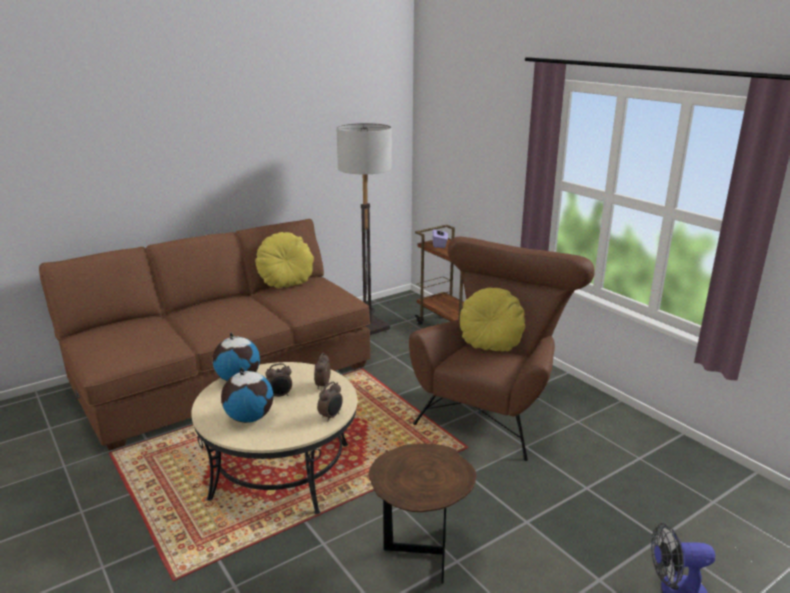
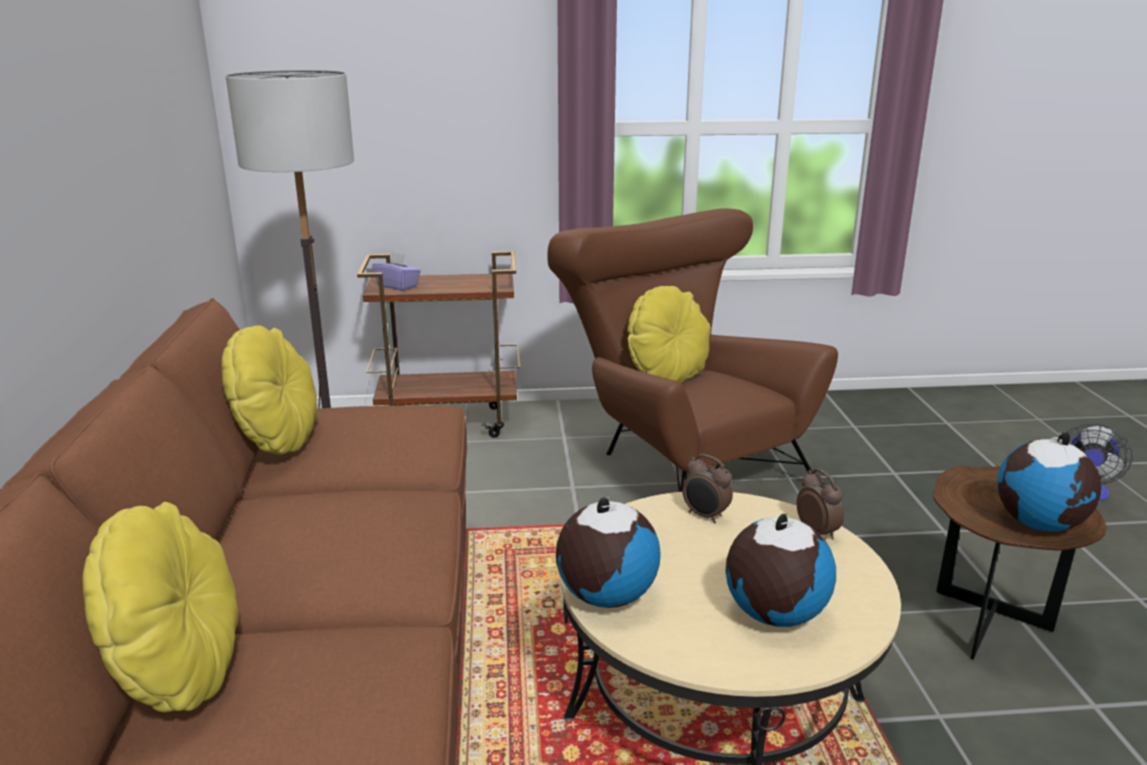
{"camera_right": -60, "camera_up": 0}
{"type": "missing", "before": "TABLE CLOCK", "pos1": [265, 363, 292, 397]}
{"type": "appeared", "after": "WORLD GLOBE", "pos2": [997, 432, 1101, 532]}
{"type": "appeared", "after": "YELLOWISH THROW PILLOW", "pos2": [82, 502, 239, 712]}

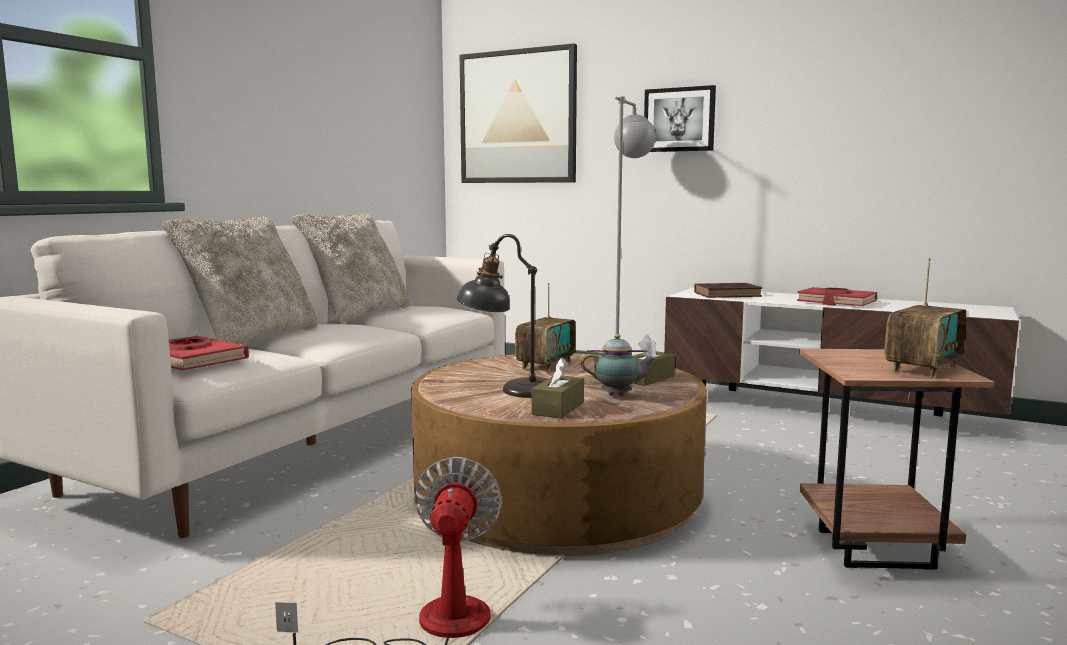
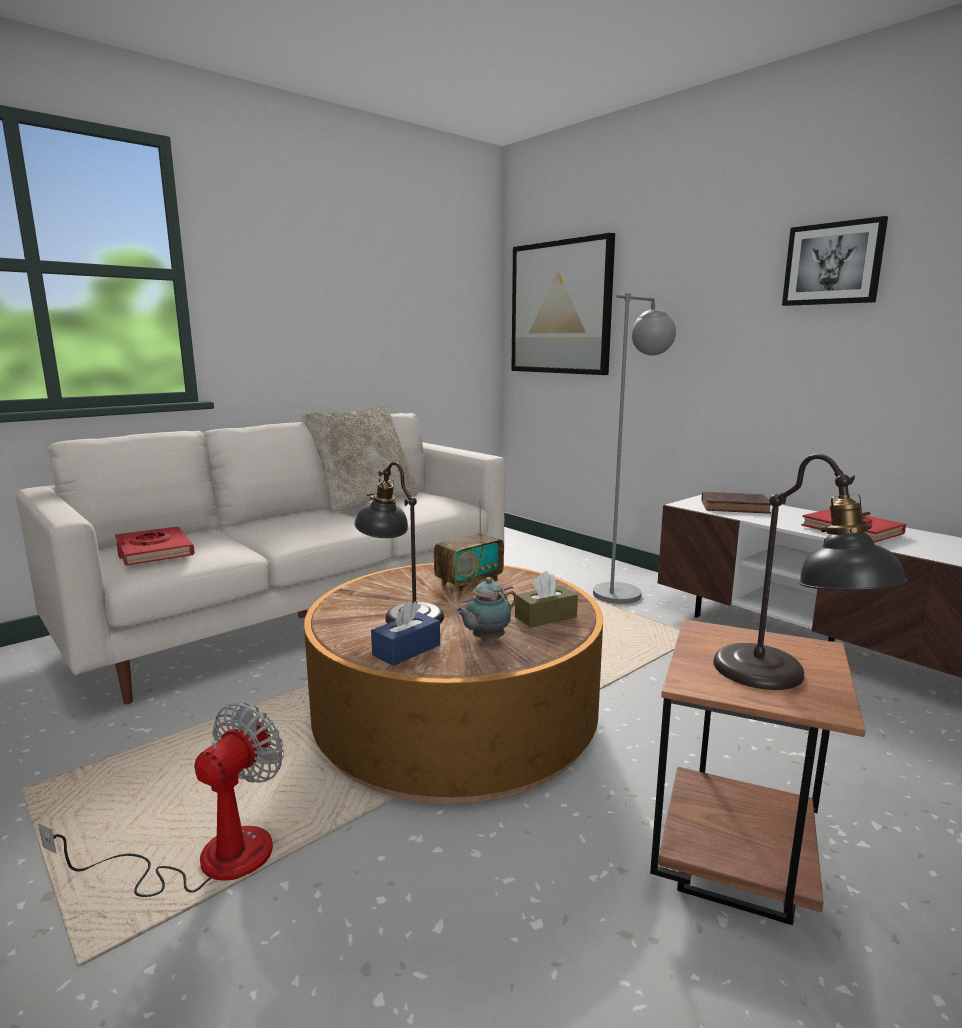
{"camera_right": 20, "camera_up": 5}
{"type": "relocated", "before": "WALL PICTURE", "pos1": [644, 85, 716, 152], "pos2": [782, 216, 888, 306]}
{"type": "missing", "before": "BEIGE-COLOURED THROW PILLOW", "pos1": [162, 216, 318, 344]}
{"type": "exchanged", "before": "RADIO", "after": "GREY LAMP FOR A TABLE", "pos1": [885, 258, 966, 378], "pos2": [713, 454, 907, 690]}
{"type": "spun", "before": "POT FOR TEA", "pos1": [581, 334, 656, 396], "pos2": [455, 577, 517, 641], "turn": 120}
{"type": "colour", "before": "BROWNISH TISSUE HOLDER", "after": "BLUE-COLOURED TISSUE HOLDER", "pos1": [532, 358, 584, 419], "pos2": [371, 601, 440, 666]}

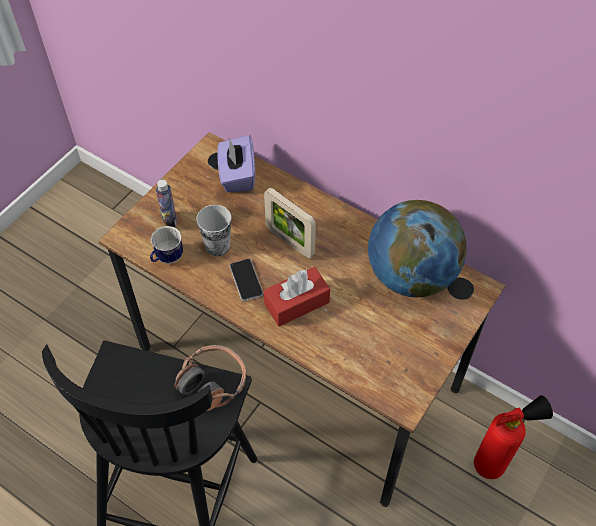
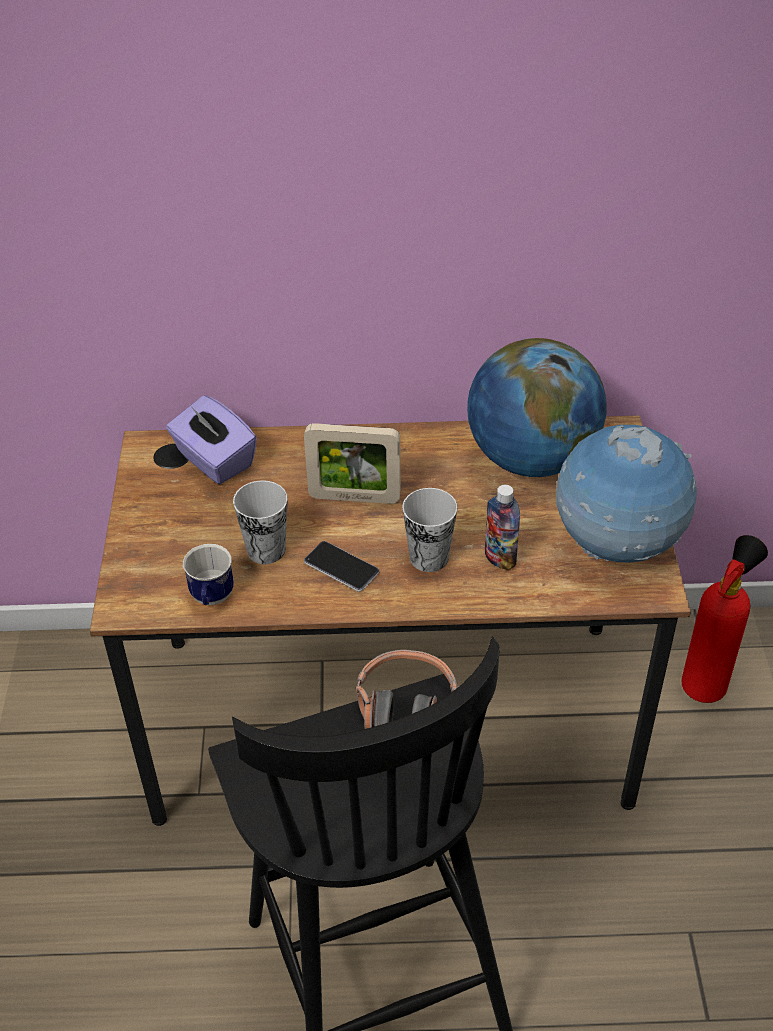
{"camera_right": -35, "camera_up": -10}
{"type": "relocated", "before": "DRINK BOTTLE", "pos1": [156, 180, 177, 228], "pos2": [485, 485, 520, 570]}
{"type": "exchanged", "before": "RED TISSUE HOLDER", "after": "SMALL CUP", "pos1": [264, 267, 330, 326], "pos2": [402, 488, 458, 572]}
{"type": "appeared", "after": "WORLD GLOBE", "pos2": [556, 425, 697, 563]}

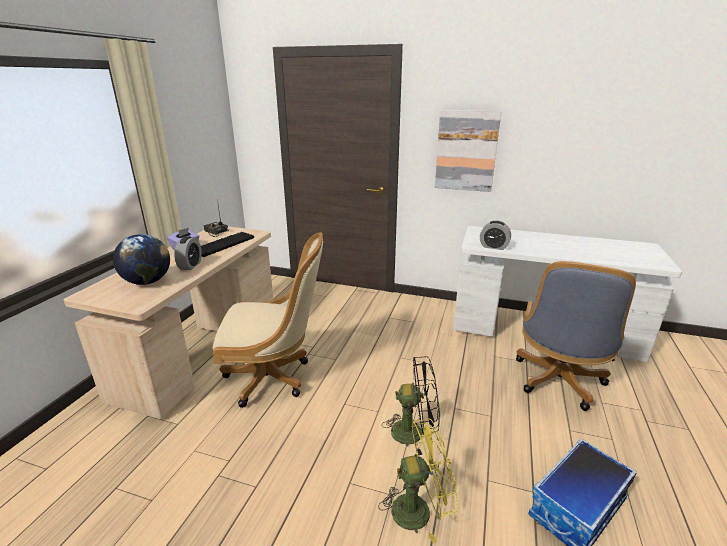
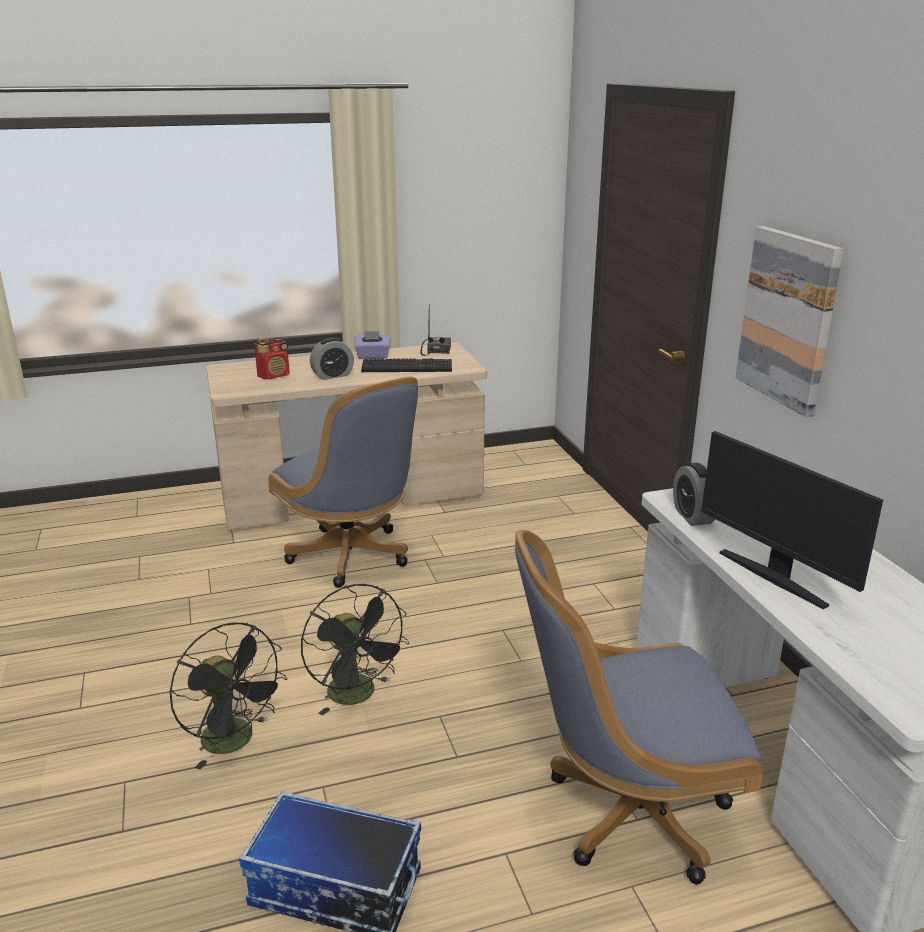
{"camera_right": 55, "camera_up": 0}
{"type": "colour", "before": "BEIGE-COLOURED OFFICE CHAIR", "after": "BLUE-COLOURED OFFICE CHAIR", "pos1": [212, 232, 323, 408], "pos2": [268, 377, 418, 588]}
{"type": "exchanged", "before": "WORLD GLOBE", "after": "RADIO", "pos1": [113, 234, 170, 285], "pos2": [254, 337, 290, 380]}
{"type": "colour", "before": "YELLOWISH ELECTRIC FAN", "after": "BLACK-COLOURED ELECTRIC FAN", "pos1": [378, 418, 459, 543], "pos2": [169, 622, 287, 769]}
{"type": "appeared", "after": "MONITOR", "pos2": [701, 431, 883, 609]}

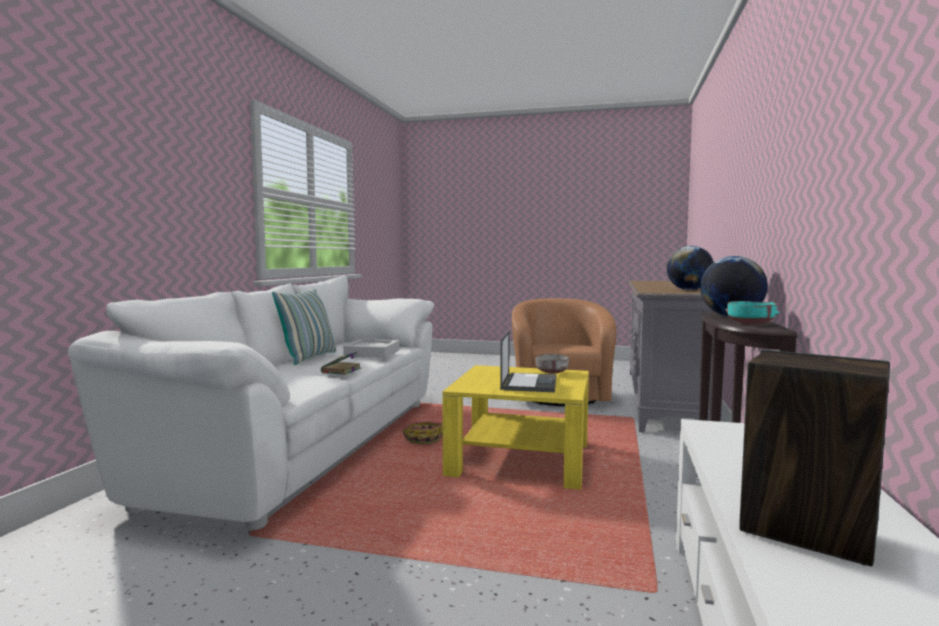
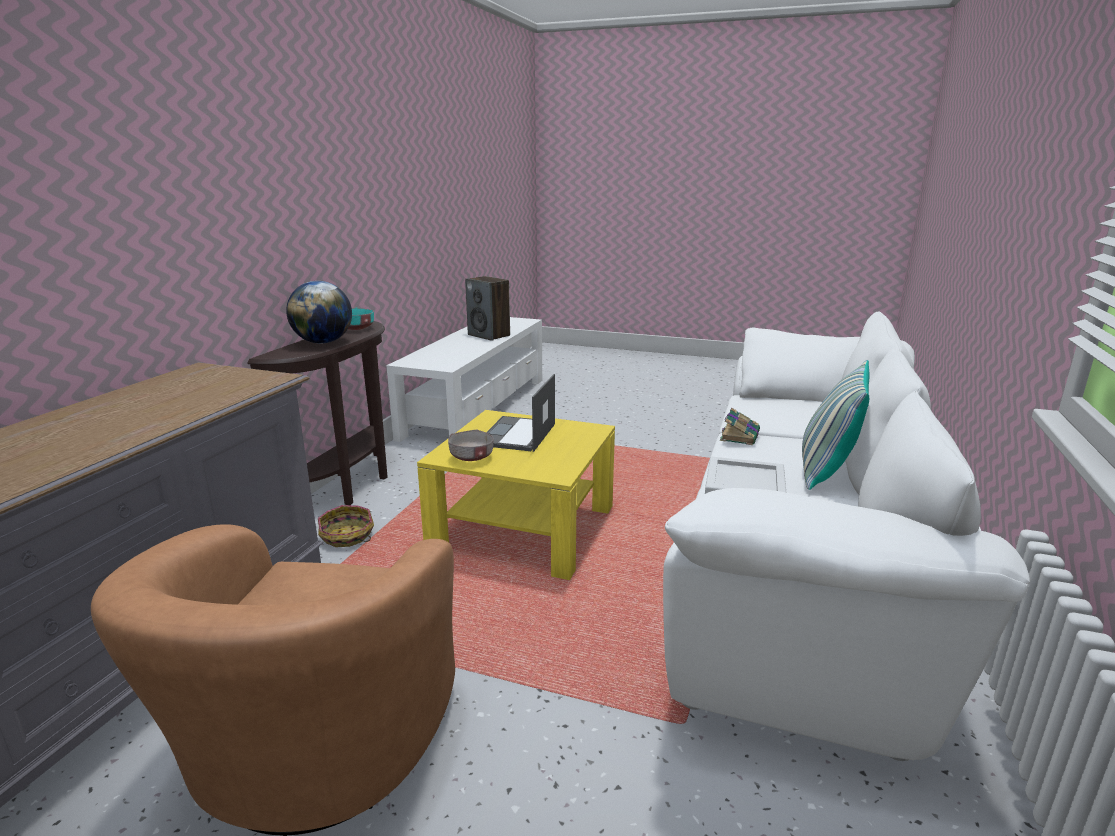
{"camera_right": -175, "camera_up": 15}
{"type": "missing", "before": "WORLD GLOBE", "pos1": [667, 246, 714, 290]}
{"type": "relocated", "before": "STORAGE BASKET", "pos1": [402, 421, 443, 444], "pos2": [318, 505, 374, 547]}

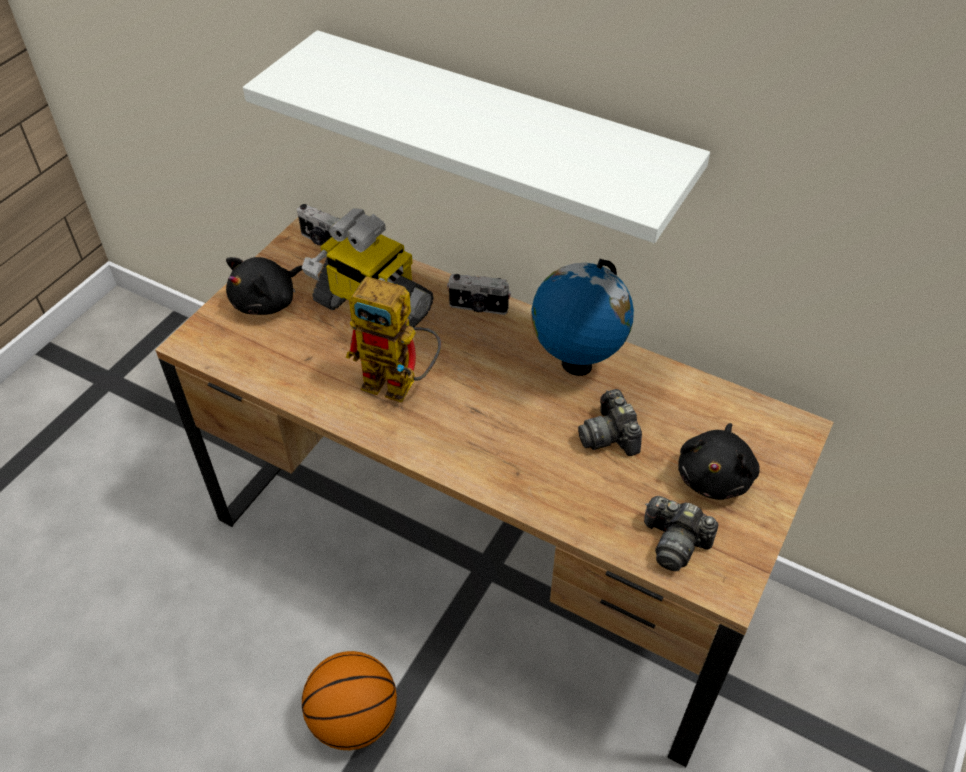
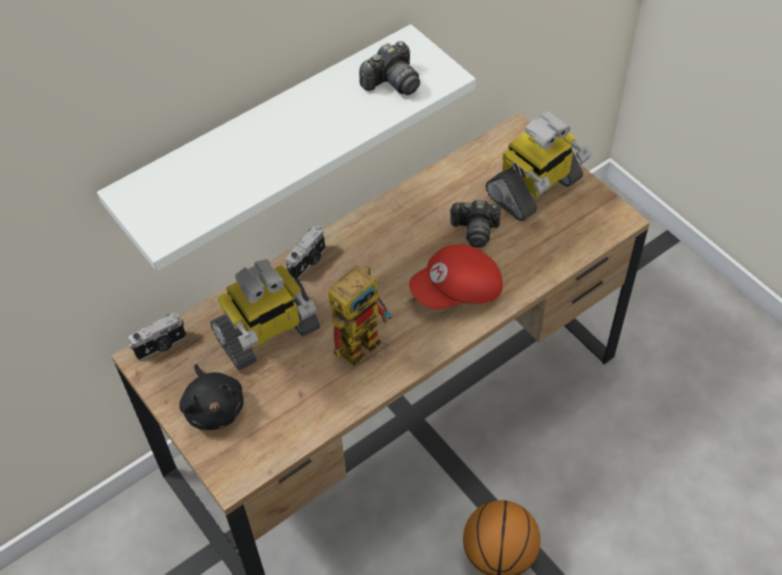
{"camera_right": -65, "camera_up": 5}
{"type": "missing", "before": "WORLD GLOBE", "pos1": [531, 259, 634, 376]}
{"type": "exchanged", "before": "BLACK-COLOURED CUDDLY TOY", "after": "TOY ROBOT", "pos1": [678, 423, 760, 500], "pos2": [485, 111, 592, 221]}
{"type": "relocated", "before": "STILL CAMERA", "pos1": [644, 496, 718, 571], "pos2": [359, 41, 420, 95]}
{"type": "appeared", "after": "RED PEAKED CAP", "pos2": [409, 244, 503, 309]}

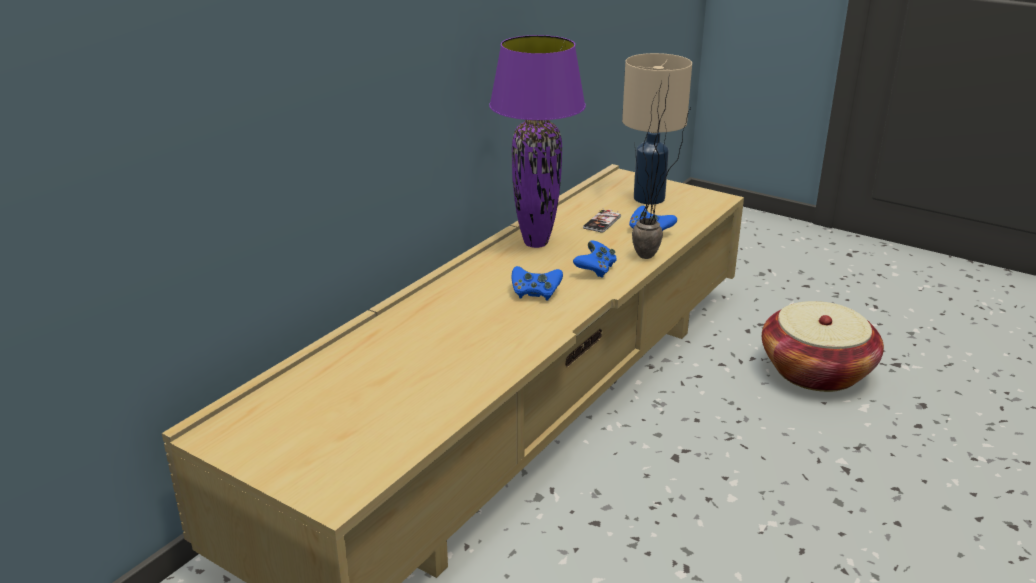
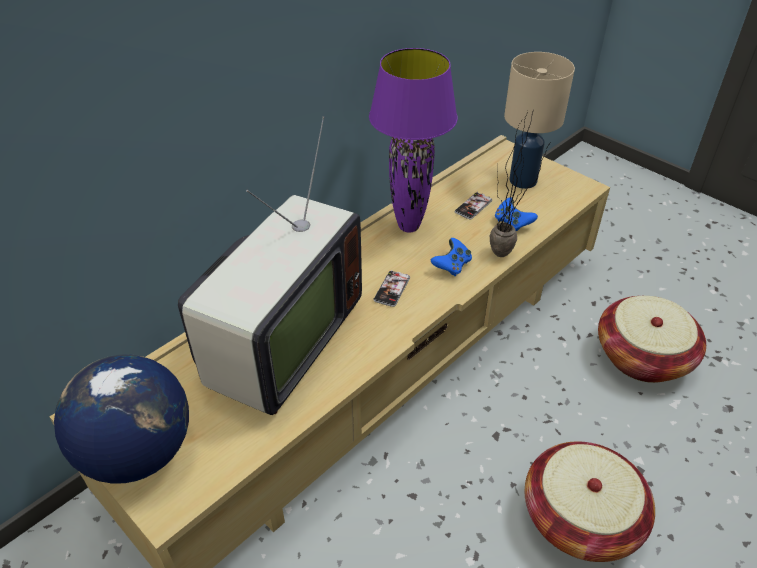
{"camera_right": 10, "camera_up": 15}
{"type": "exchanged", "before": "BLUE-COLOURED GAME CONTROLLER", "after": "TELEPHONE", "pos1": [512, 266, 563, 301], "pos2": [373, 270, 410, 307]}
{"type": "appeared", "after": "TV", "pos2": [178, 116, 362, 415]}
{"type": "appeared", "after": "WORLD GLOBE", "pos2": [54, 354, 189, 483]}
{"type": "appeared", "after": "STORAGE BASKET", "pos2": [525, 441, 655, 562]}

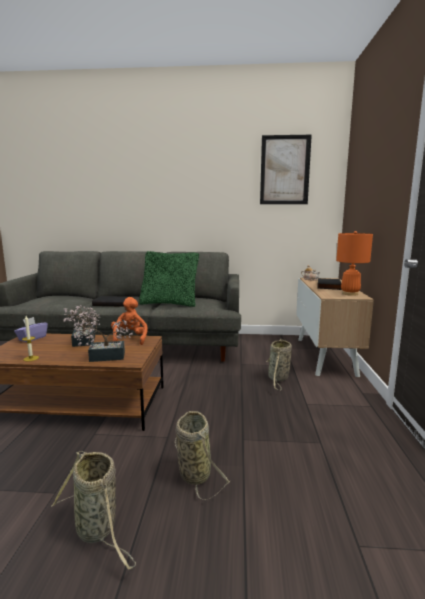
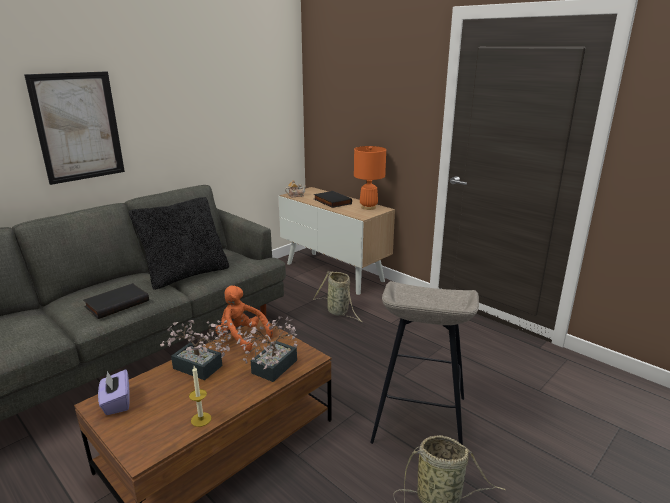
{"camera_right": -50, "camera_up": 10}
{"type": "relocated", "before": "WALL PICTURE", "pos1": [260, 135, 312, 204], "pos2": [24, 71, 125, 185]}
{"type": "colour", "before": "GREEN THROW PILLOW", "after": "BLACK-COLOURED THROW PILLOW", "pos1": [139, 251, 199, 307], "pos2": [129, 197, 229, 290]}
{"type": "exchanged", "before": "STORAGE BASKET", "after": "GREY SITTING STOOL", "pos1": [175, 411, 231, 501], "pos2": [370, 281, 479, 445]}

